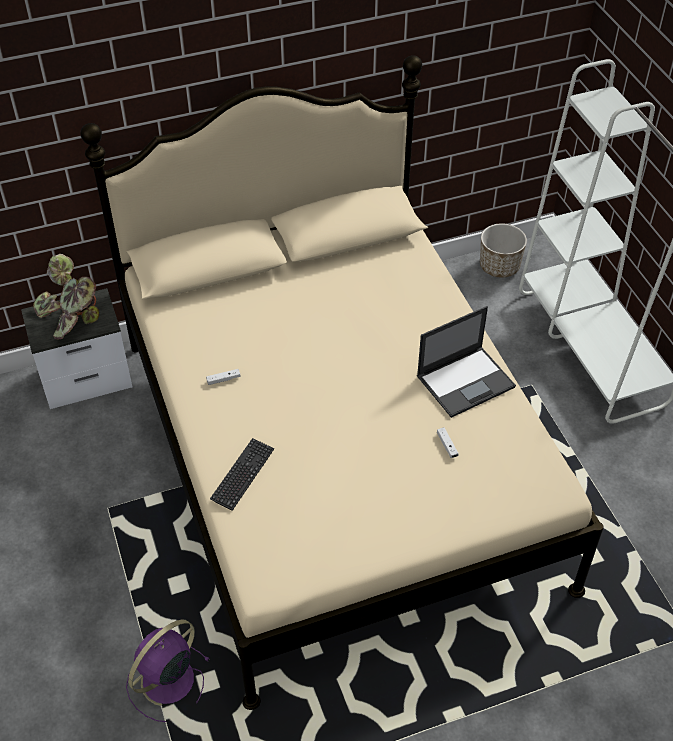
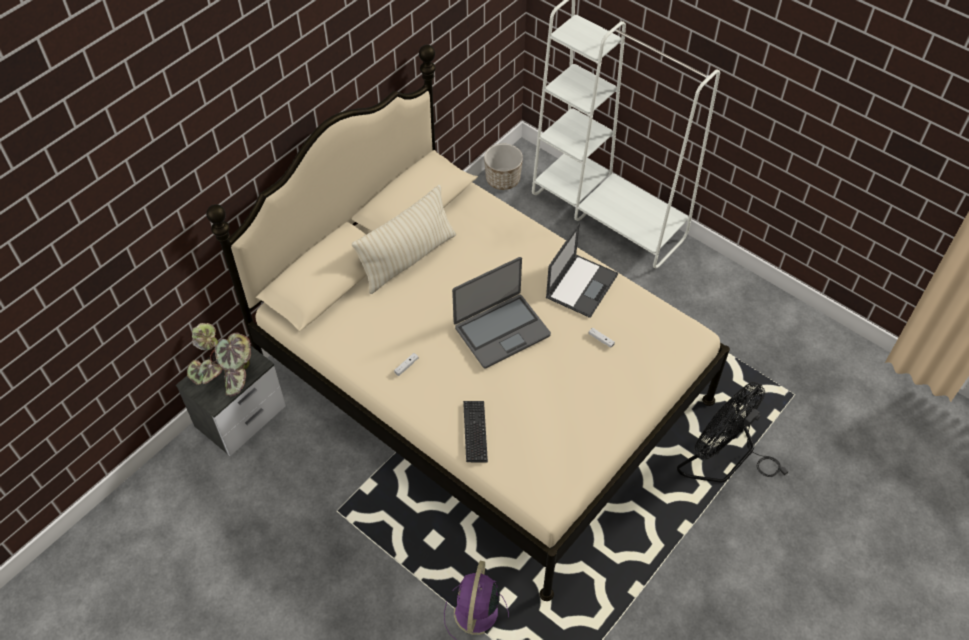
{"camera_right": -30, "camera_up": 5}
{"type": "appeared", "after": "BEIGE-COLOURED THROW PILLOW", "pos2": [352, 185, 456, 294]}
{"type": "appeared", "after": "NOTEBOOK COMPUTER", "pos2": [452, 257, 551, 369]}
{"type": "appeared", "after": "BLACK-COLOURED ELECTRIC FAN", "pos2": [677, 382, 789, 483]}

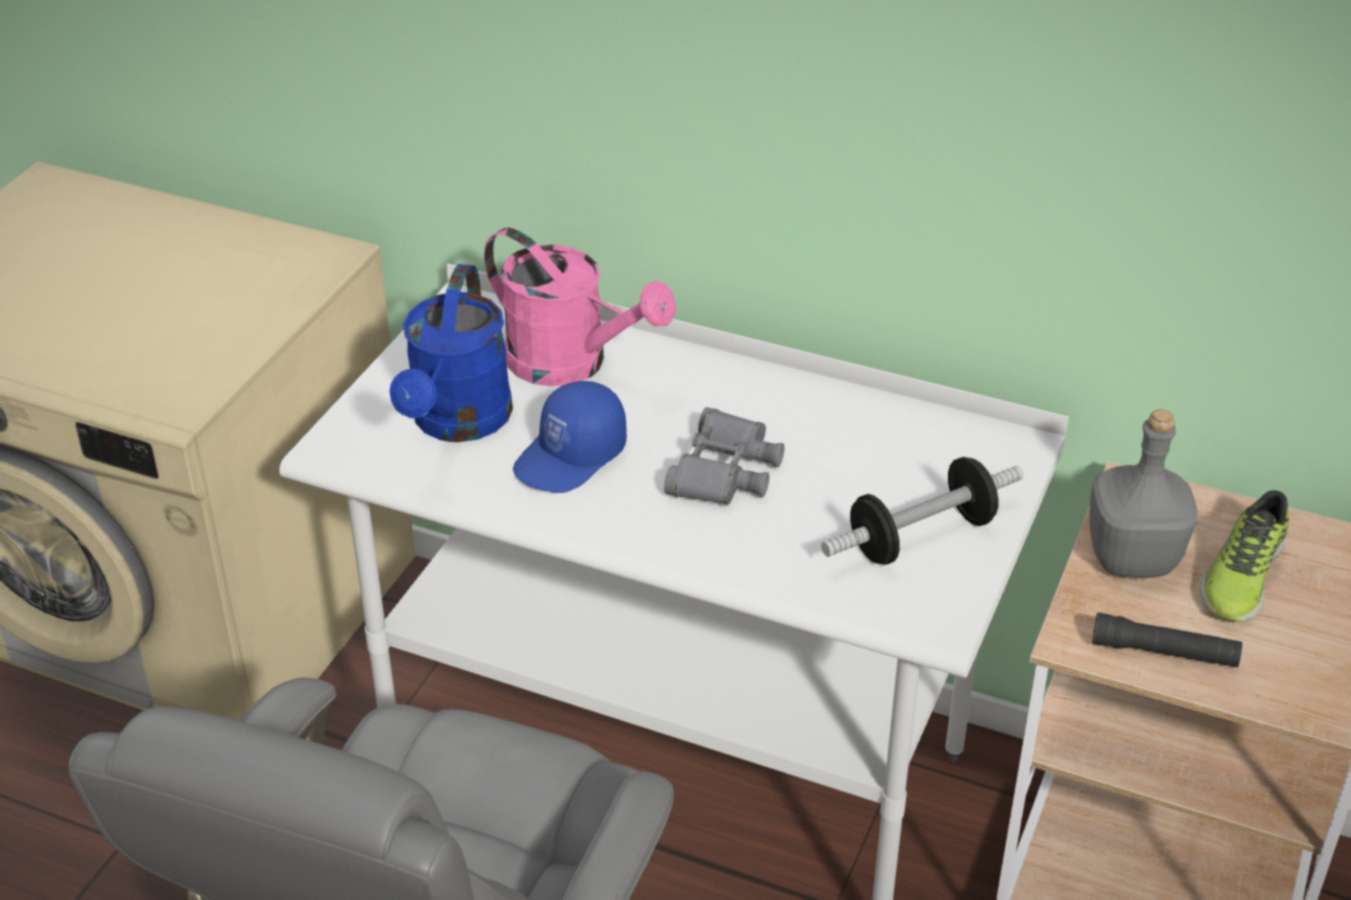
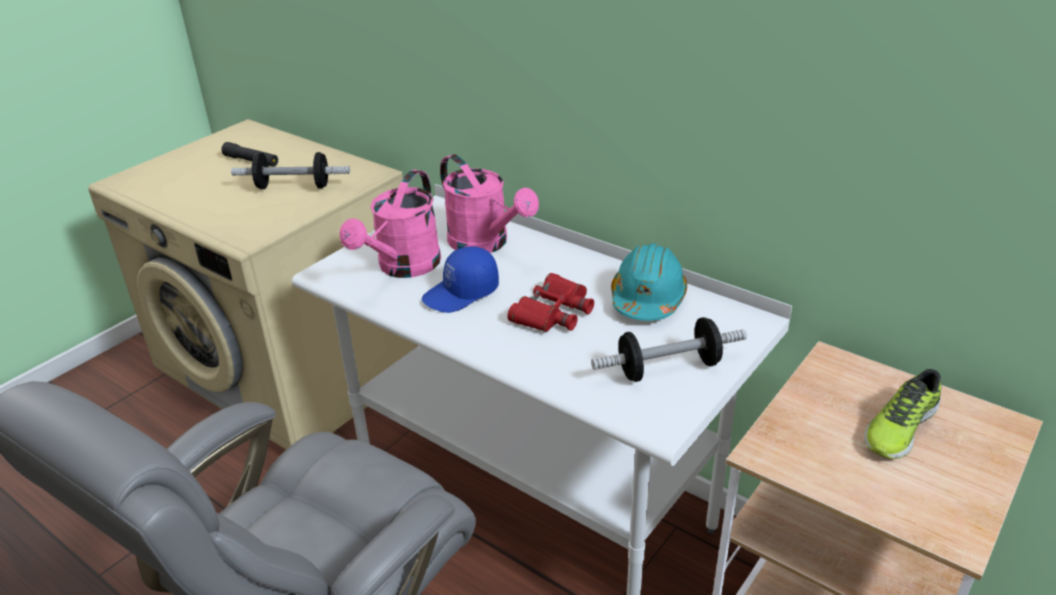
{"camera_right": 15, "camera_up": -5}
{"type": "colour", "before": "BLUE-COLOURED SPRINKLING CAN", "after": "PINK SPRINKLING CAN", "pos1": [389, 264, 513, 442], "pos2": [340, 170, 441, 278]}
{"type": "colour", "before": "GREY BINOCULARS", "after": "RED BINOCULARS", "pos1": [664, 407, 785, 505], "pos2": [507, 273, 594, 332]}
{"type": "missing", "before": "GREY DRINK BOTTLE", "pos1": [1089, 409, 1198, 578]}
{"type": "relocated", "before": "BLACK-COLOURED HAND TORCH", "pos1": [1092, 613, 1242, 667], "pos2": [221, 142, 278, 167]}
{"type": "appeared", "after": "HAND WEIGHT", "pos2": [231, 152, 350, 189]}
{"type": "appeared", "after": "BLUE-GREEN WORK HELMET", "pos2": [611, 243, 687, 321]}

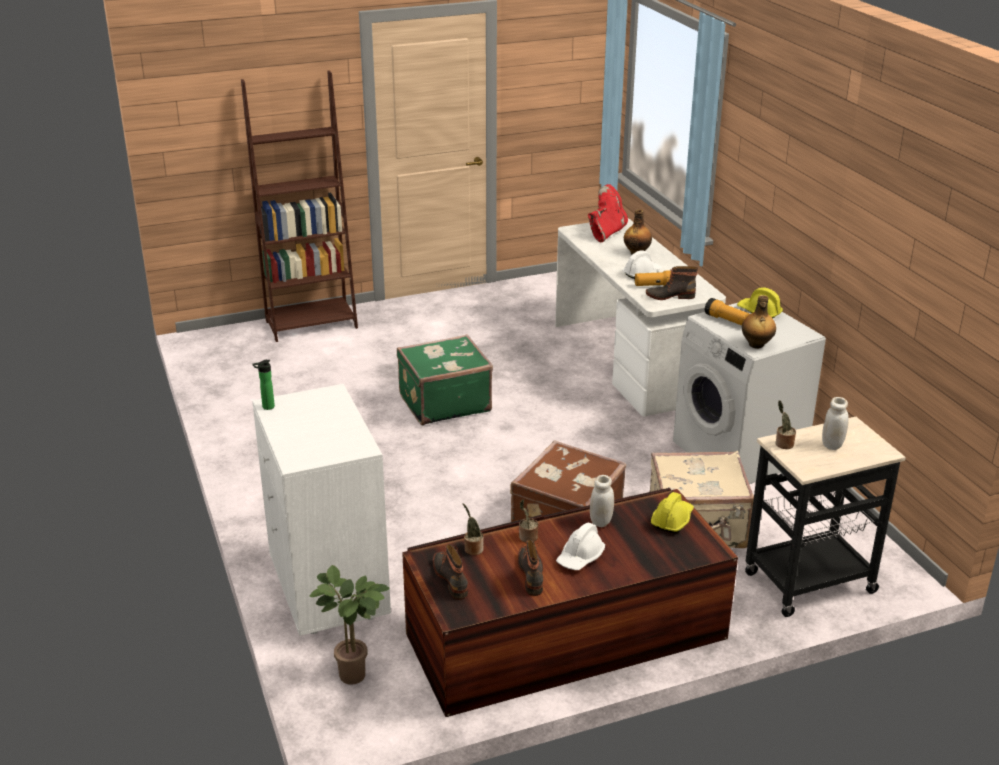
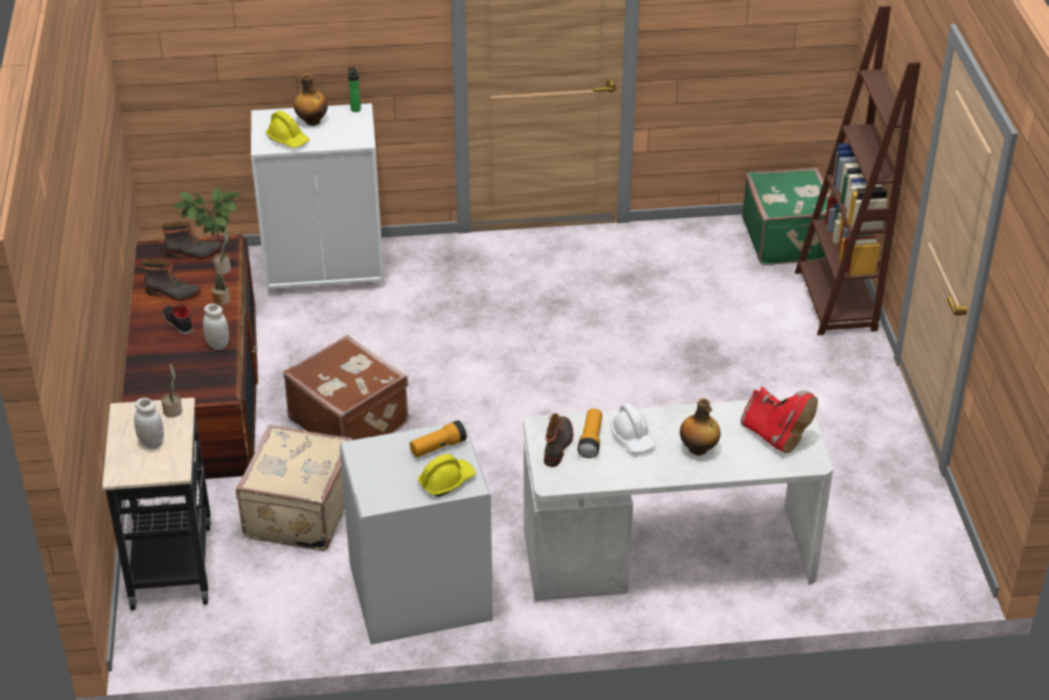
{"camera_right": 105, "camera_up": 10}
{"type": "relocated", "before": "DRINK BOTTLE", "pos1": [742, 295, 776, 349], "pos2": [294, 74, 328, 126]}
{"type": "relocated", "before": "GREEN TRAVEL CASE", "pos1": [397, 334, 493, 425], "pos2": [742, 168, 830, 265]}
{"type": "relocated", "before": "YELLOWISH WORK HELMET", "pos1": [651, 492, 694, 533], "pos2": [266, 111, 310, 148]}
{"type": "exchanged", "before": "WHITISH WORK HELMET", "after": "BLACK-COLOURED SHOE", "pos1": [556, 523, 605, 570], "pos2": [163, 304, 193, 335]}

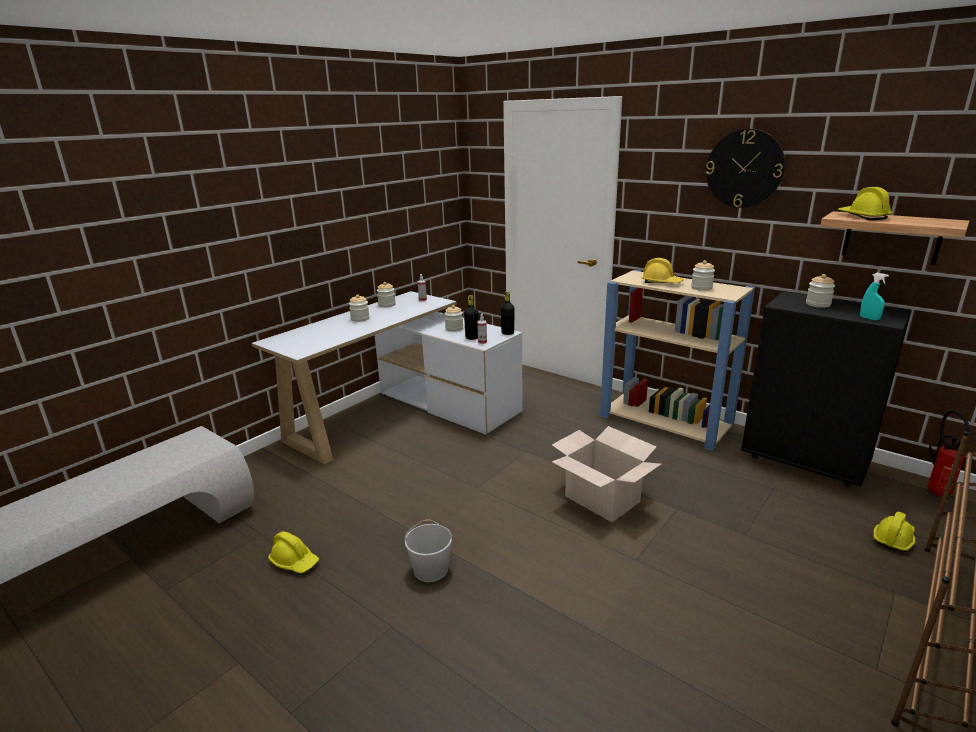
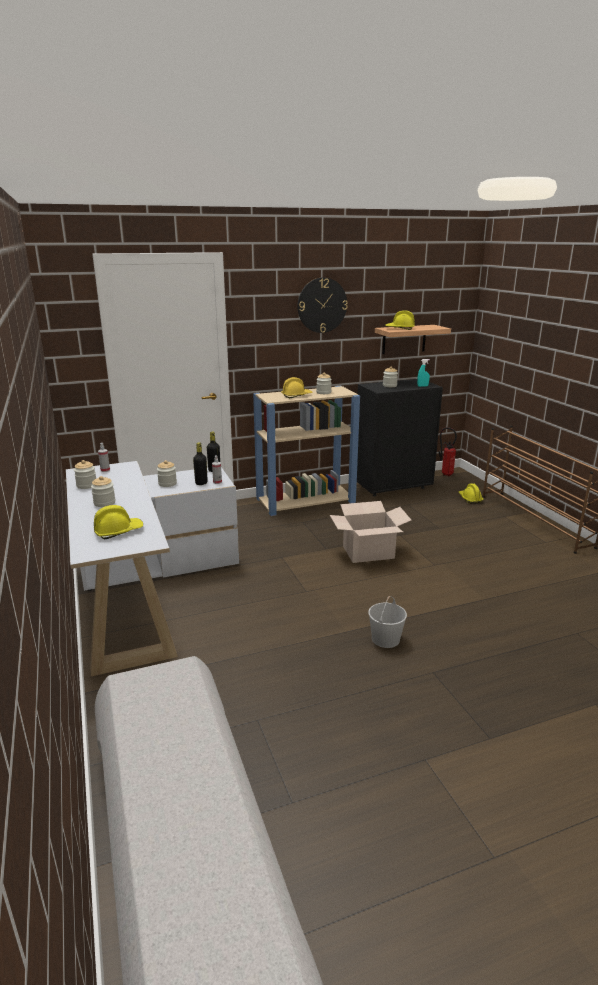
{"camera_right": -60, "camera_up": 0}
{"type": "relocated", "before": "YELLOWISH WORK HELMET", "pos1": [268, 532, 319, 573], "pos2": [94, 505, 143, 540]}

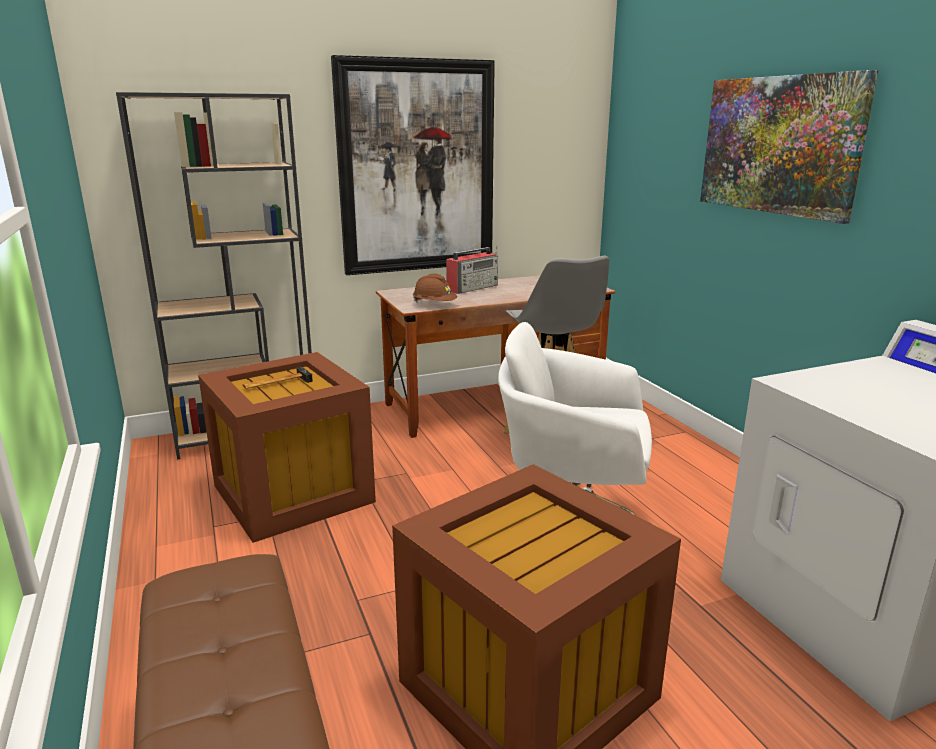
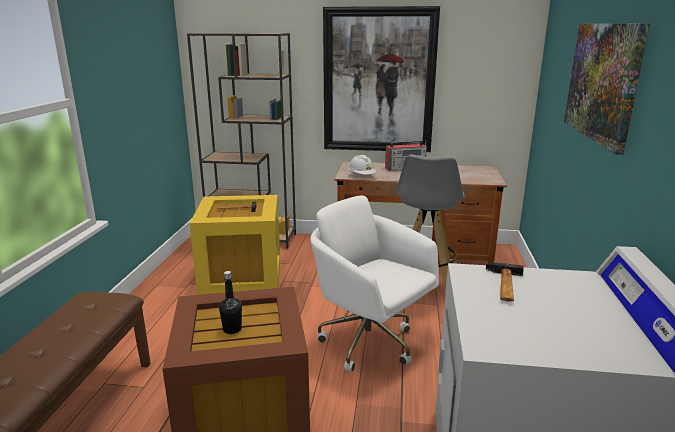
{"camera_right": 30, "camera_up": 0}
{"type": "colour", "before": "BROWNISH WORK HELMET", "after": "WHITISH WORK HELMET", "pos1": [413, 274, 457, 303], "pos2": [348, 155, 376, 175]}
{"type": "colour", "before": "BROWNISH STORAGE CONTAINER", "after": "YELLOWISH STORAGE CONTAINER", "pos1": [198, 352, 376, 543], "pos2": [190, 195, 280, 295]}
{"type": "appeared", "after": "HAND HAMMER", "pos2": [486, 262, 524, 302]}
{"type": "appeared", "after": "BLACK-COLOURED DRINK BOTTLE", "pos2": [219, 271, 242, 334]}

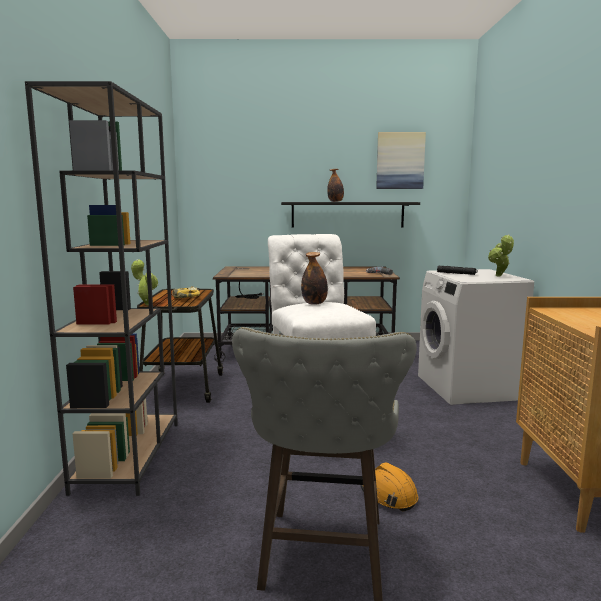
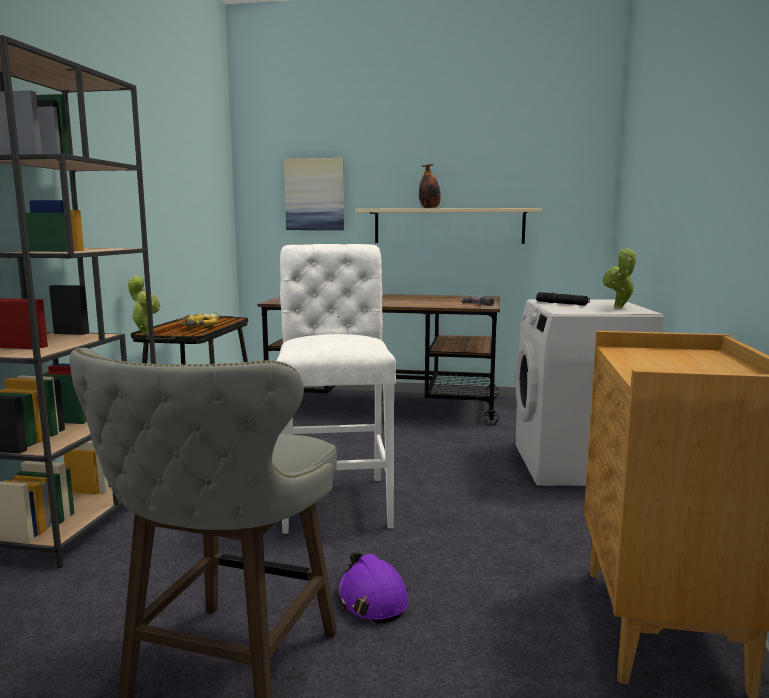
{"camera_right": 10, "camera_up": 0}
{"type": "relocated", "before": "WALL PICTURE", "pos1": [376, 132, 426, 189], "pos2": [284, 158, 344, 230]}
{"type": "colour", "before": "BLACK-COLOURED WALL SHELF", "after": "BEIGE-COLOURED WALL SHELF", "pos1": [281, 202, 420, 228], "pos2": [355, 208, 542, 244]}
{"type": "missing", "before": "DRINK BOTTLE", "pos1": [301, 252, 328, 305]}
{"type": "colour", "before": "ORANGE-COLOURED WORK HELMET", "after": "PURPLE-COLOURED WORK HELMET", "pos1": [361, 462, 418, 511], "pos2": [337, 552, 409, 624]}

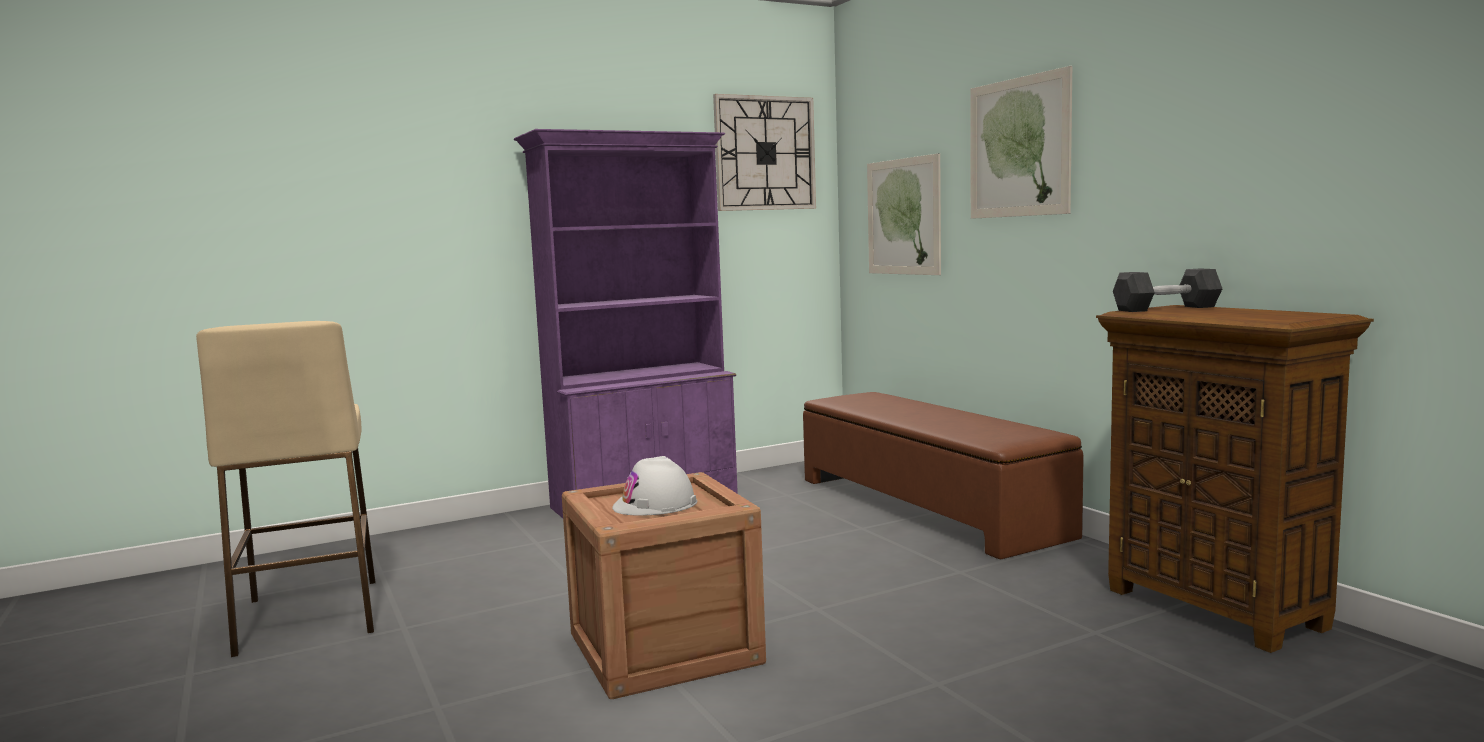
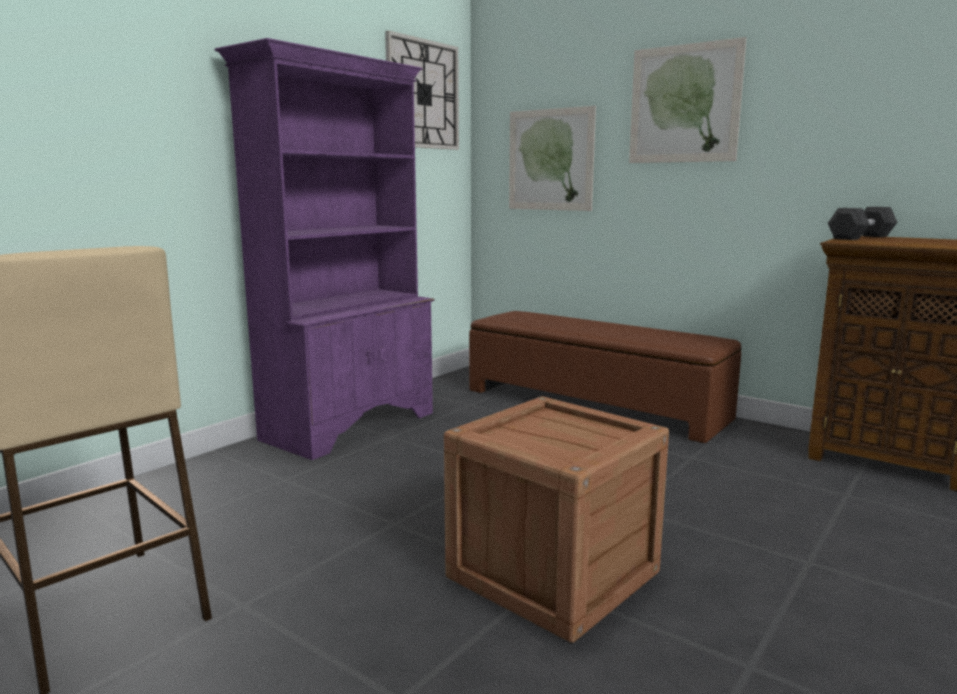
{"camera_right": -25, "camera_up": 5}
{"type": "missing", "before": "WHITISH WORK HELMET", "pos1": [612, 456, 697, 516]}

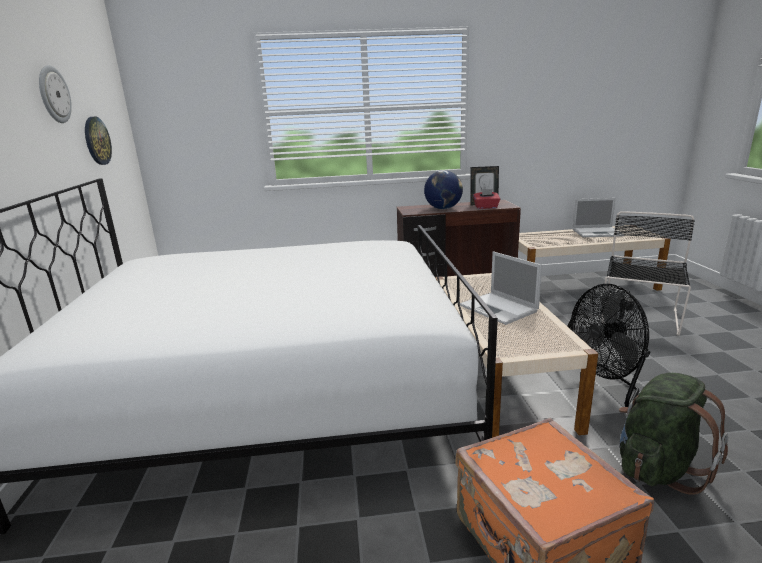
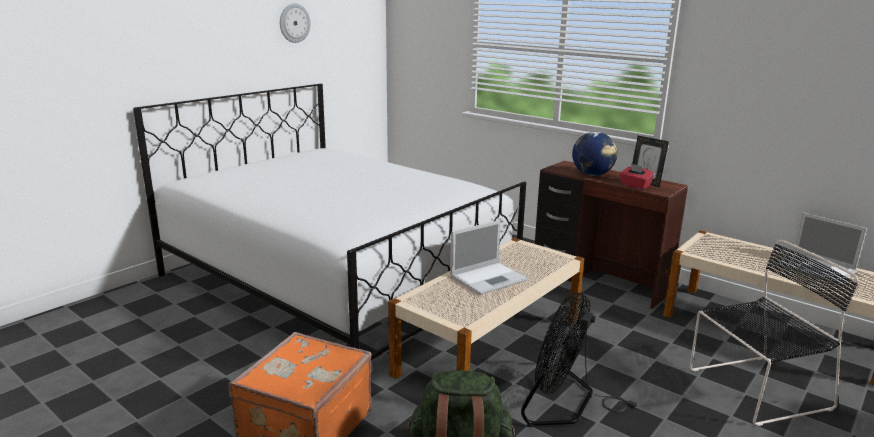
{"camera_right": 45, "camera_up": 0}
{"type": "missing", "before": "WALL CLOCK", "pos1": [85, 117, 112, 165]}
{"type": "spun", "before": "NOTEBOOK COMPUTER", "pos1": [460, 251, 542, 325], "pos2": [450, 220, 528, 295], "turn": -135}

